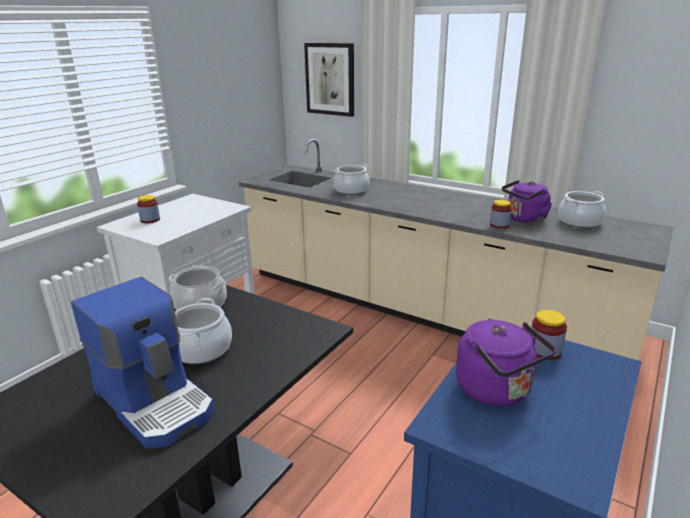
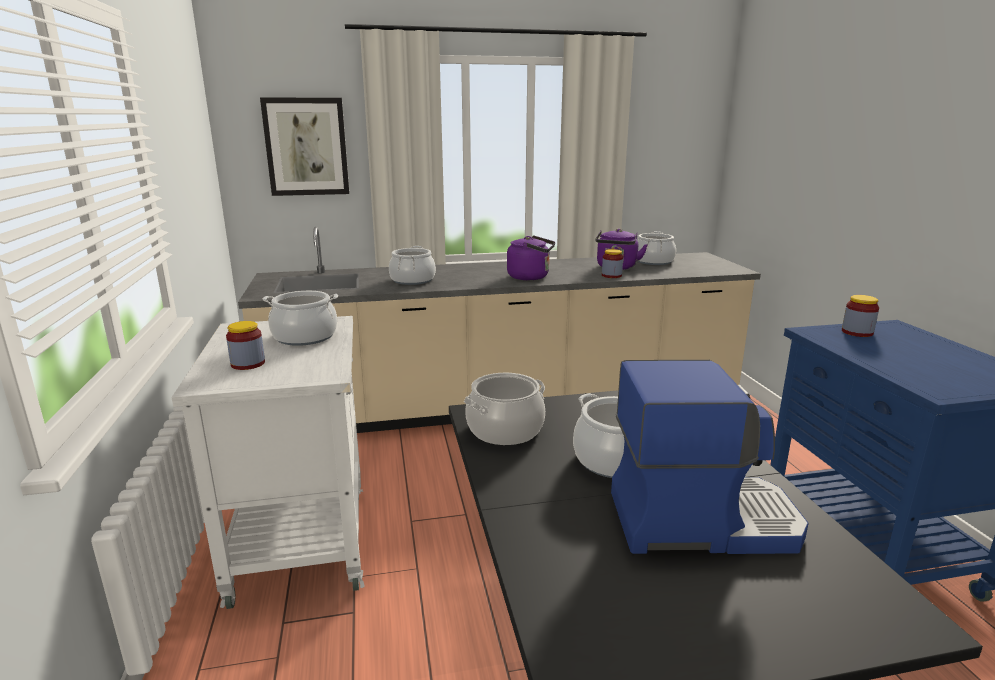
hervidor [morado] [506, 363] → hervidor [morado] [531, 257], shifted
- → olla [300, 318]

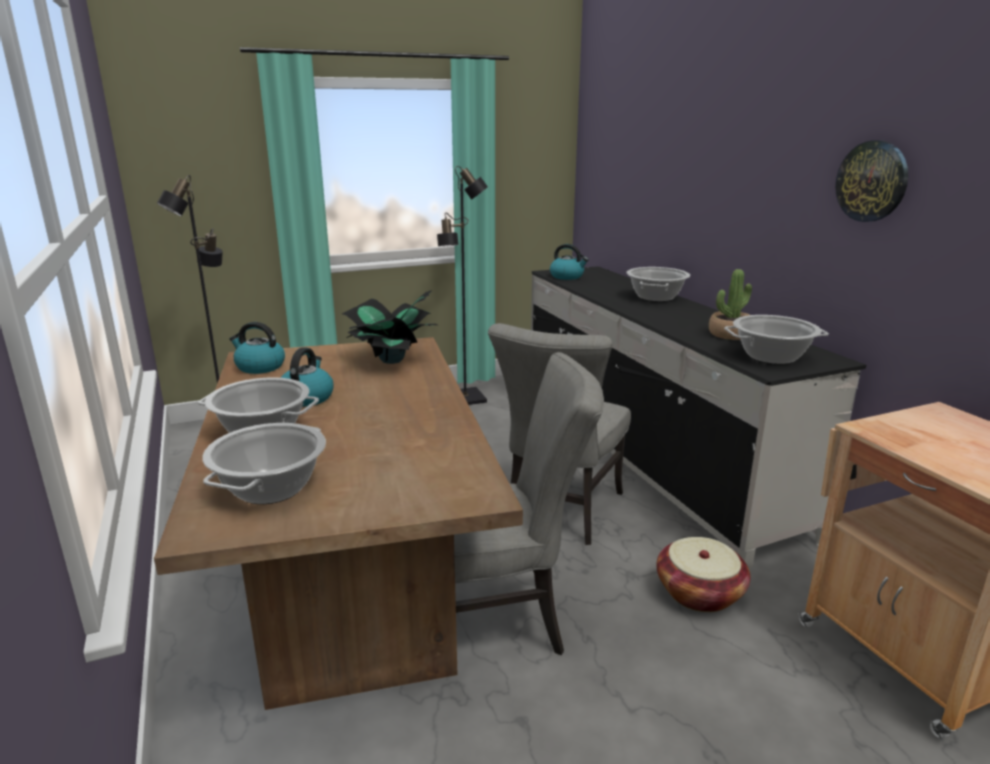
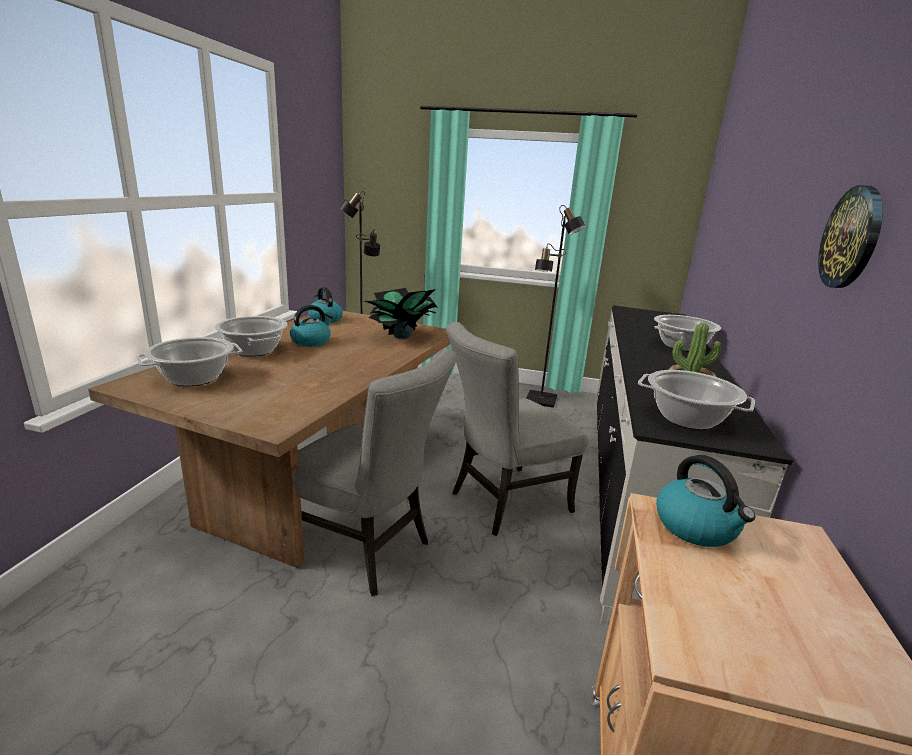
hervidor [569, 262] → hervidor [705, 501], shifted
cesta [703, 574] → -

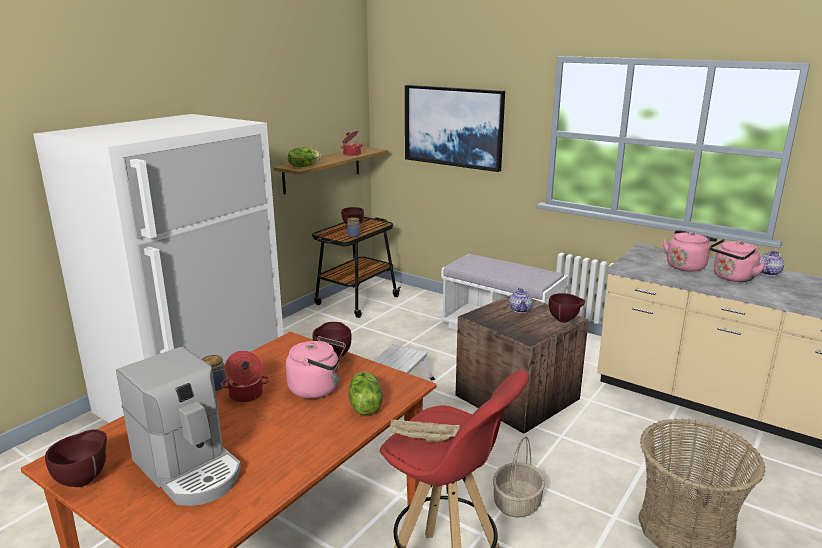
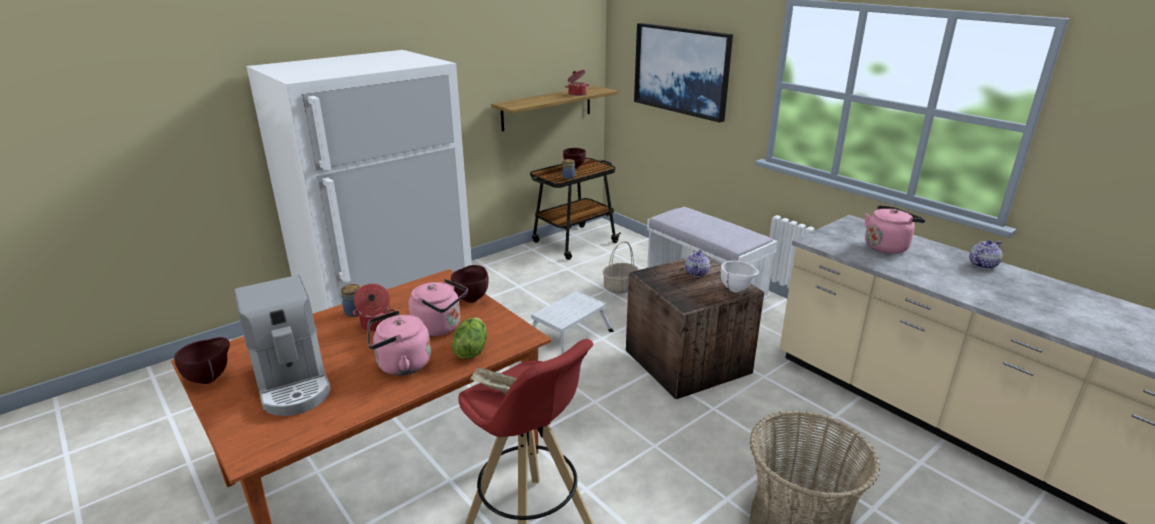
lechuga [304, 157] → -
hervidor [rosa] [738, 260] → hervidor [rosa] [399, 343], shifted
cuenco [marrón] [567, 308] → cuenco [blanco] [740, 276]
cesta [519, 477] → cesta [620, 267], shifted

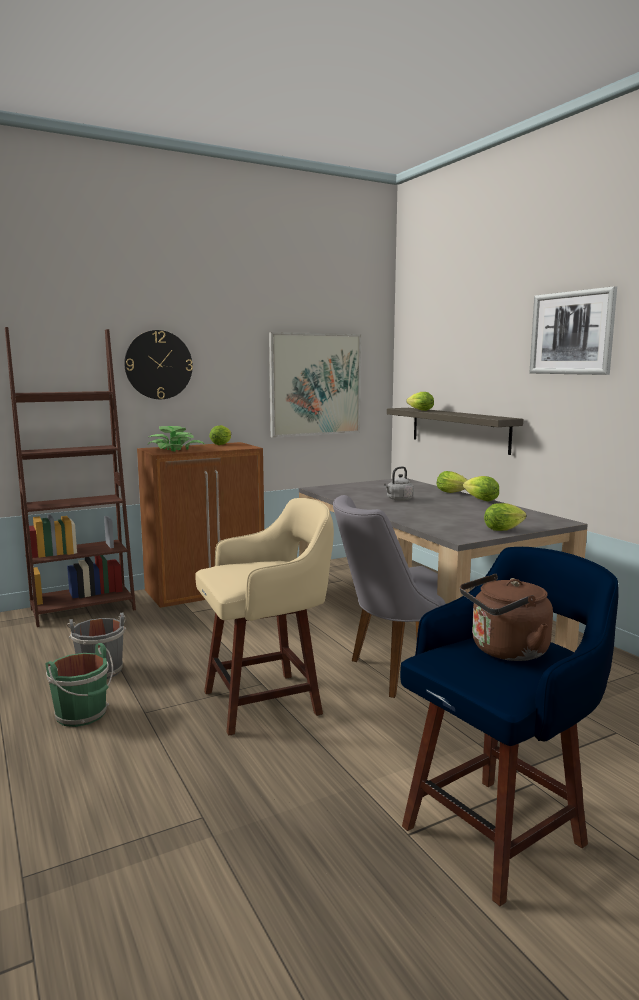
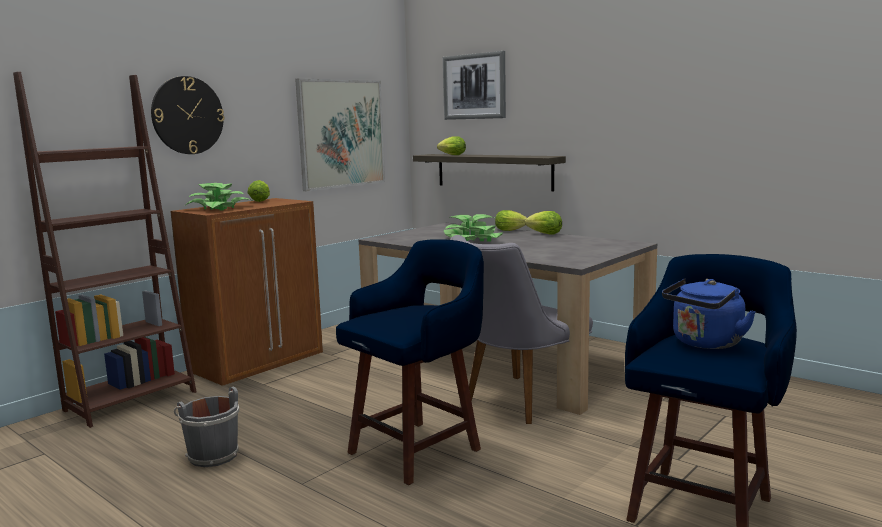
cuadro [573, 330] → cuadro [474, 85], shifted
hervidor [gris] [399, 483] → planta en maceta [473, 228]
taburete [beis] [265, 616] → taburete [azul] [410, 362]
lechuga [505, 517] → -
hervidor [marrón] [506, 617] → hervidor [azul] [709, 314]
cubo [verde] [79, 685] → -

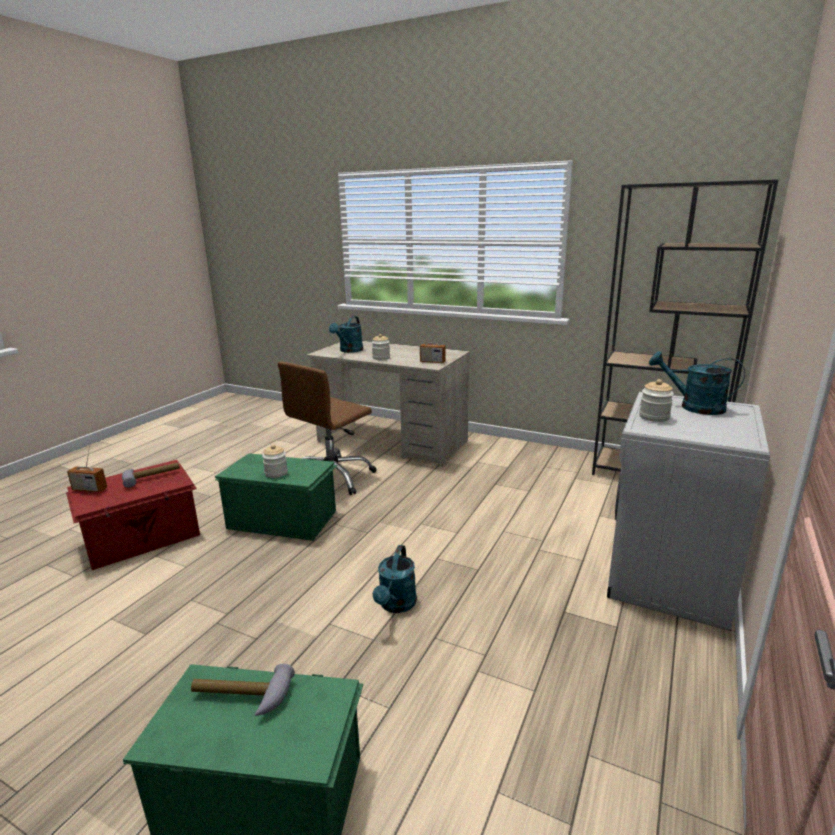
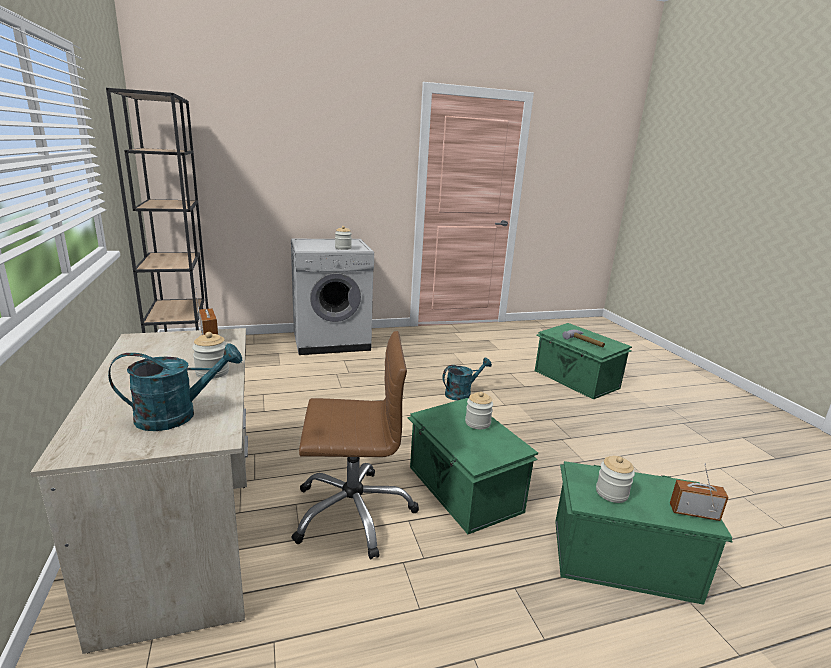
regadera [turquesa] [697, 383] → -
radio [87, 468] → radio [699, 492], 45 degrees counterclockwise
caja de almacenaje [rojo] [133, 515] → caja de almacenaje [verde] [644, 533]
martillo [151, 475] → tarro [615, 479]

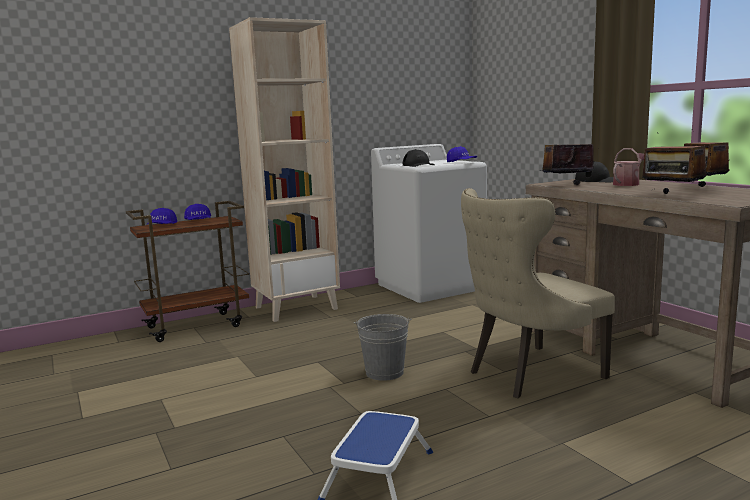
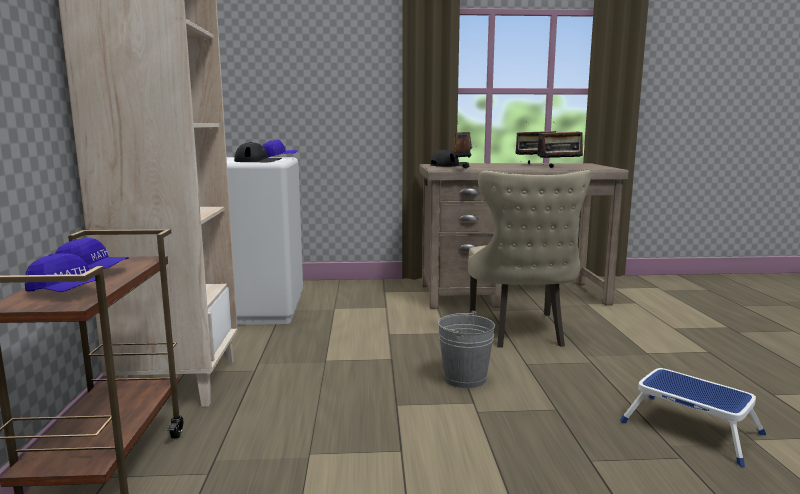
regadera [628, 167] → -

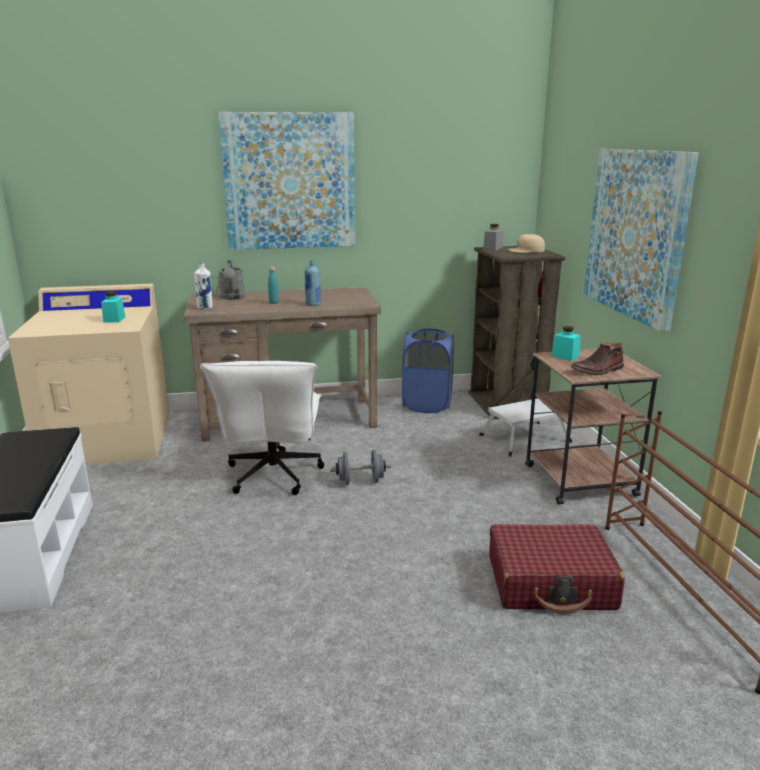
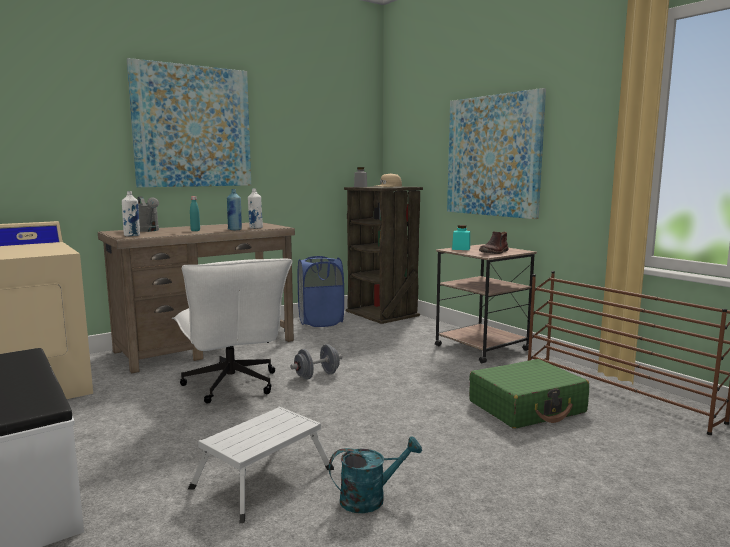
tarro [turquesa] [113, 307] → -
escalera de tijera [blanco] [526, 427] → escalera de tijera [blanco] [261, 465], shifted
maleta [rojo] [557, 569] → maleta [verde] [529, 394]
- → botella [blanco] [255, 208]
- → regadera [turquesa] [375, 474]

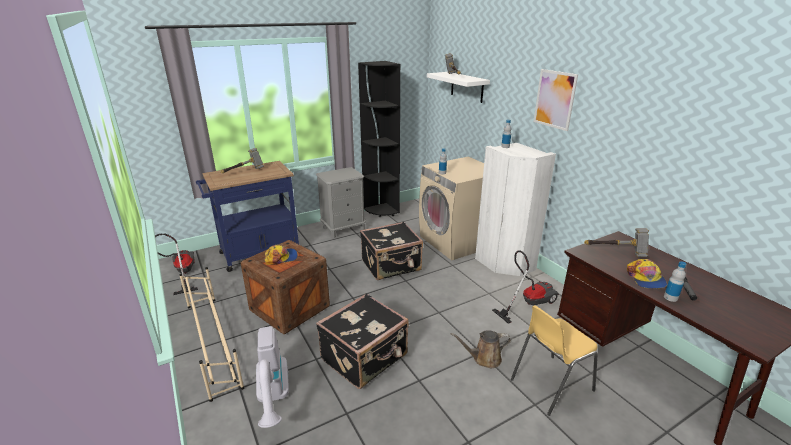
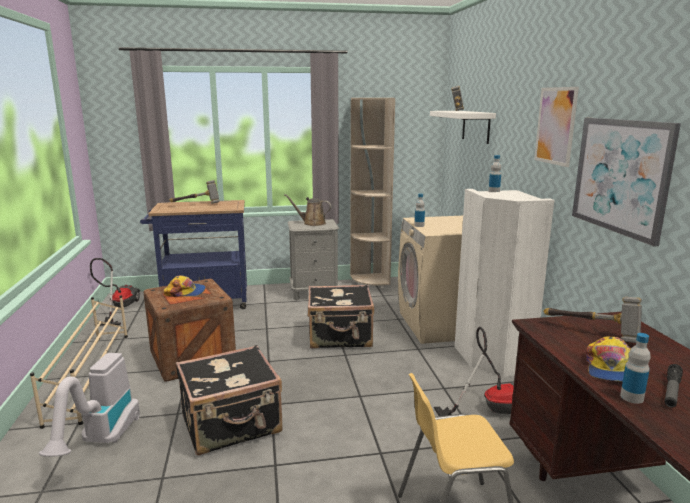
estantería [negro] [379, 139] → estantería [beis] [372, 193]
regadera [marrón] [481, 349] → regadera [marrón] [307, 210], shifted
- → cuadro [626, 182]

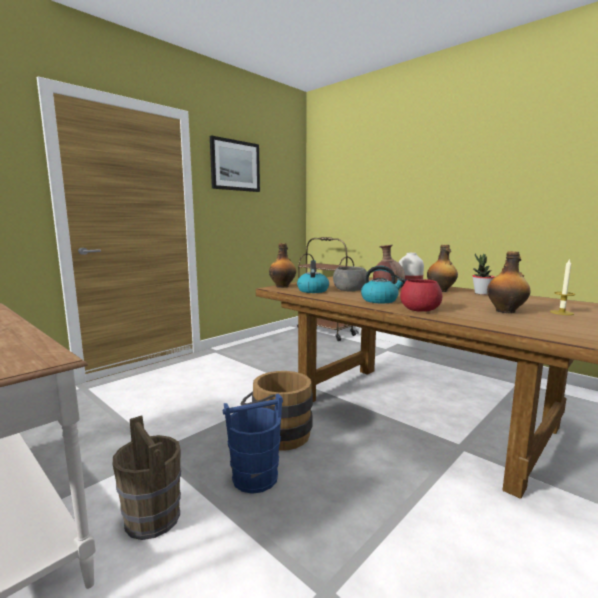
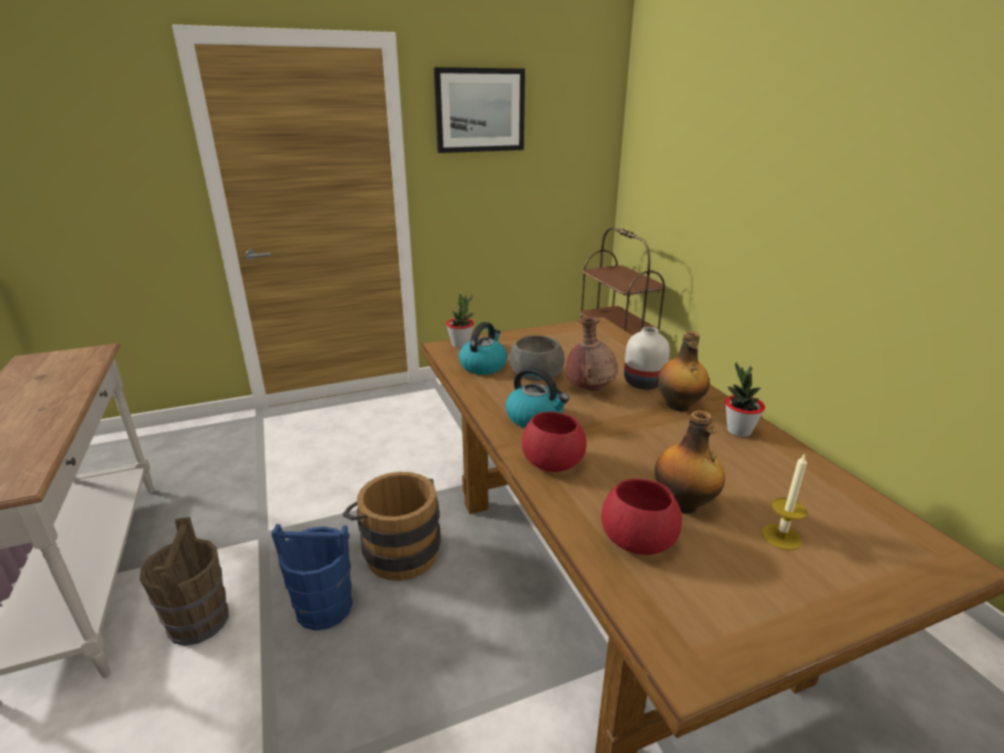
botella [282, 265] → planta en maceta [460, 321]
- → cuenco [rojo] [641, 517]

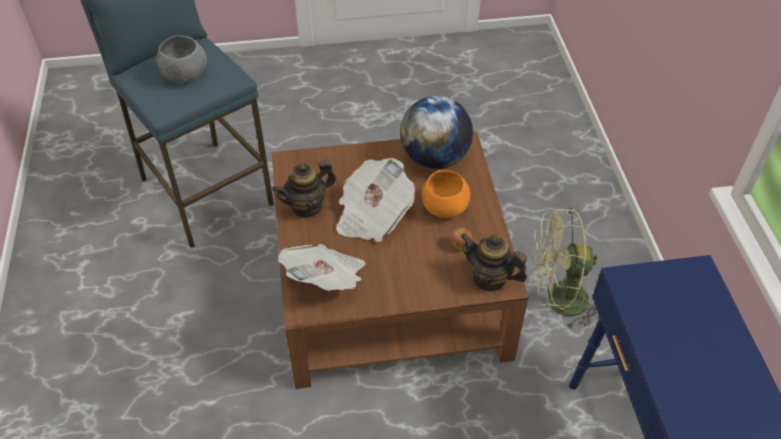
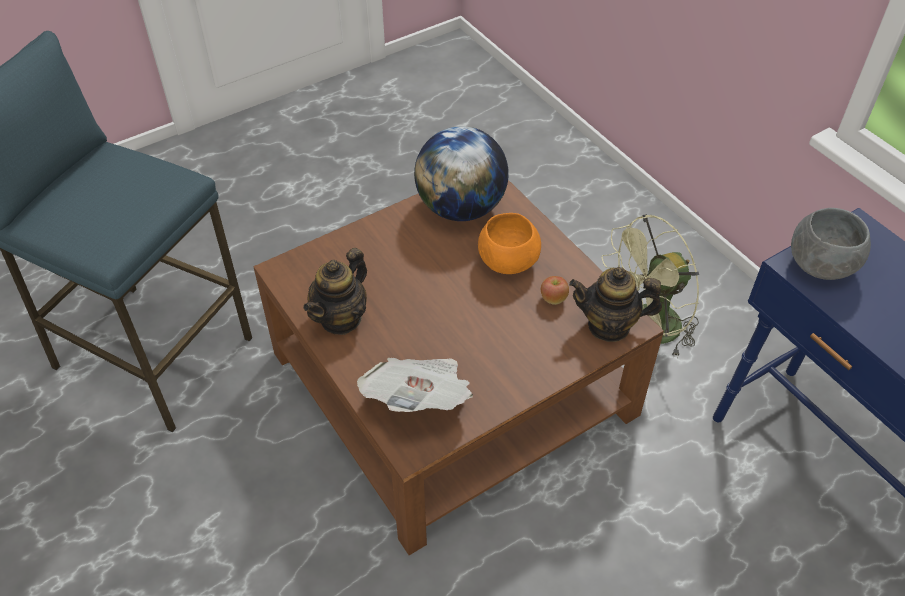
cuenco [gris] [181, 59] → cuenco [gris] [831, 244], shifted
periódico [375, 200] → -

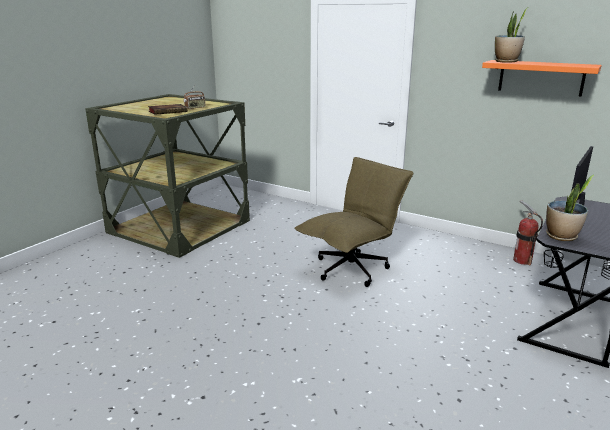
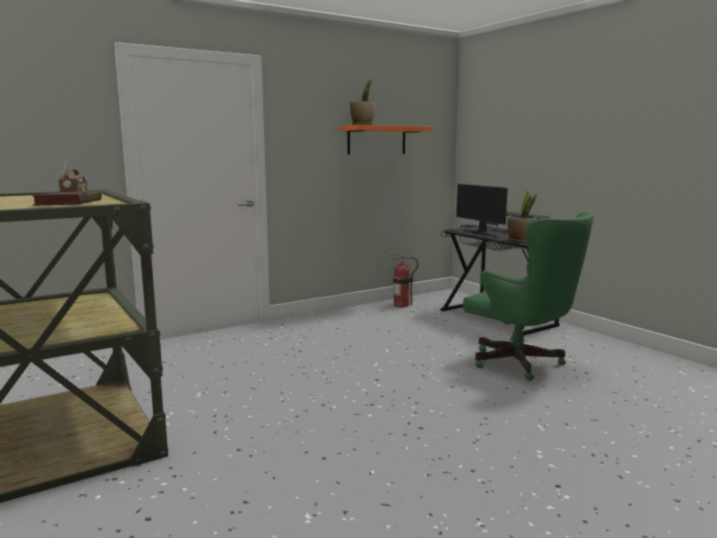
silla de oficina [beis] [354, 222] → -
- → silla de oficina [verde] [528, 296]

